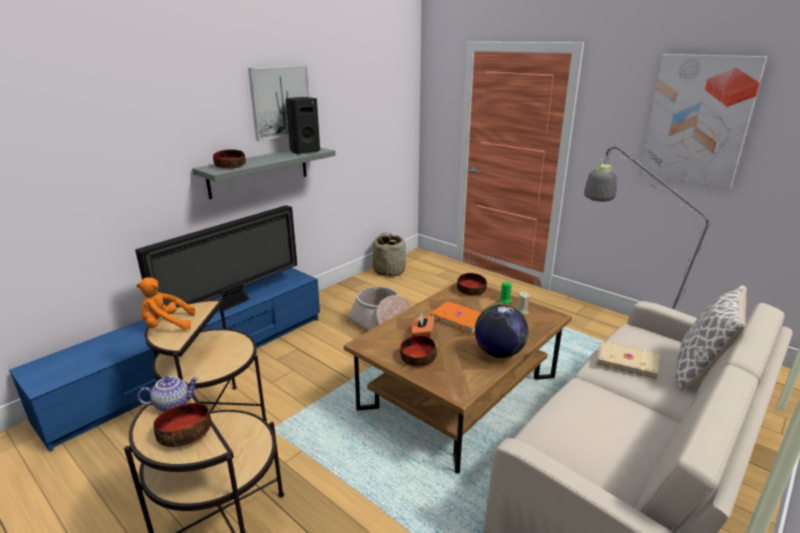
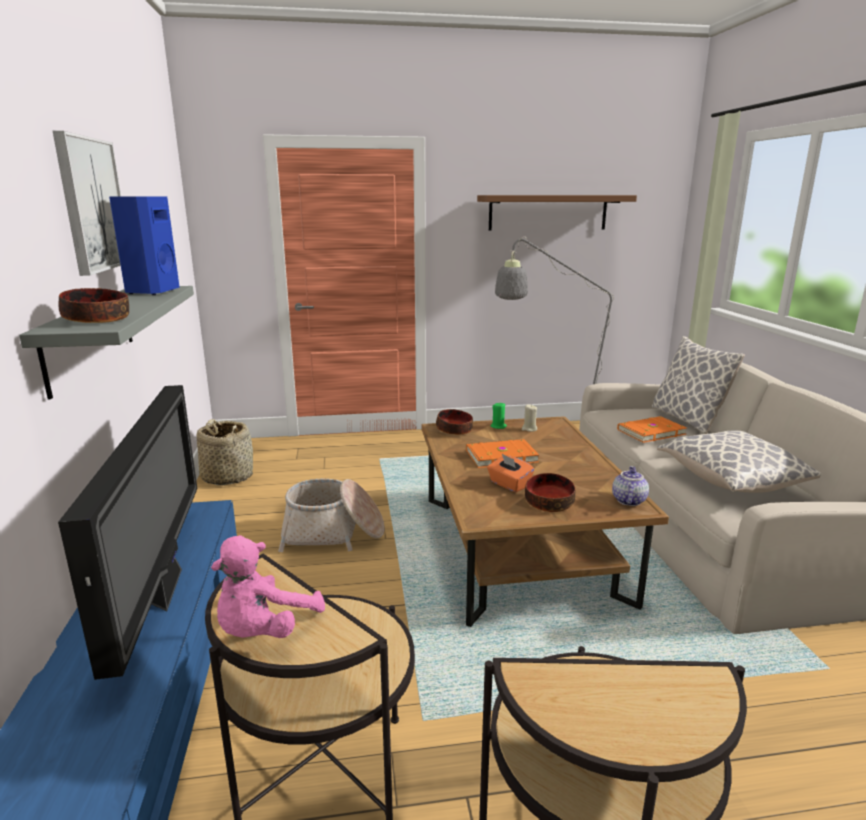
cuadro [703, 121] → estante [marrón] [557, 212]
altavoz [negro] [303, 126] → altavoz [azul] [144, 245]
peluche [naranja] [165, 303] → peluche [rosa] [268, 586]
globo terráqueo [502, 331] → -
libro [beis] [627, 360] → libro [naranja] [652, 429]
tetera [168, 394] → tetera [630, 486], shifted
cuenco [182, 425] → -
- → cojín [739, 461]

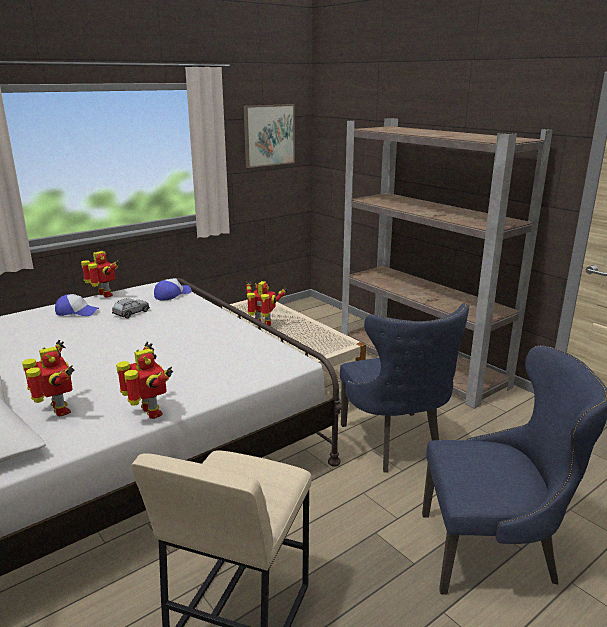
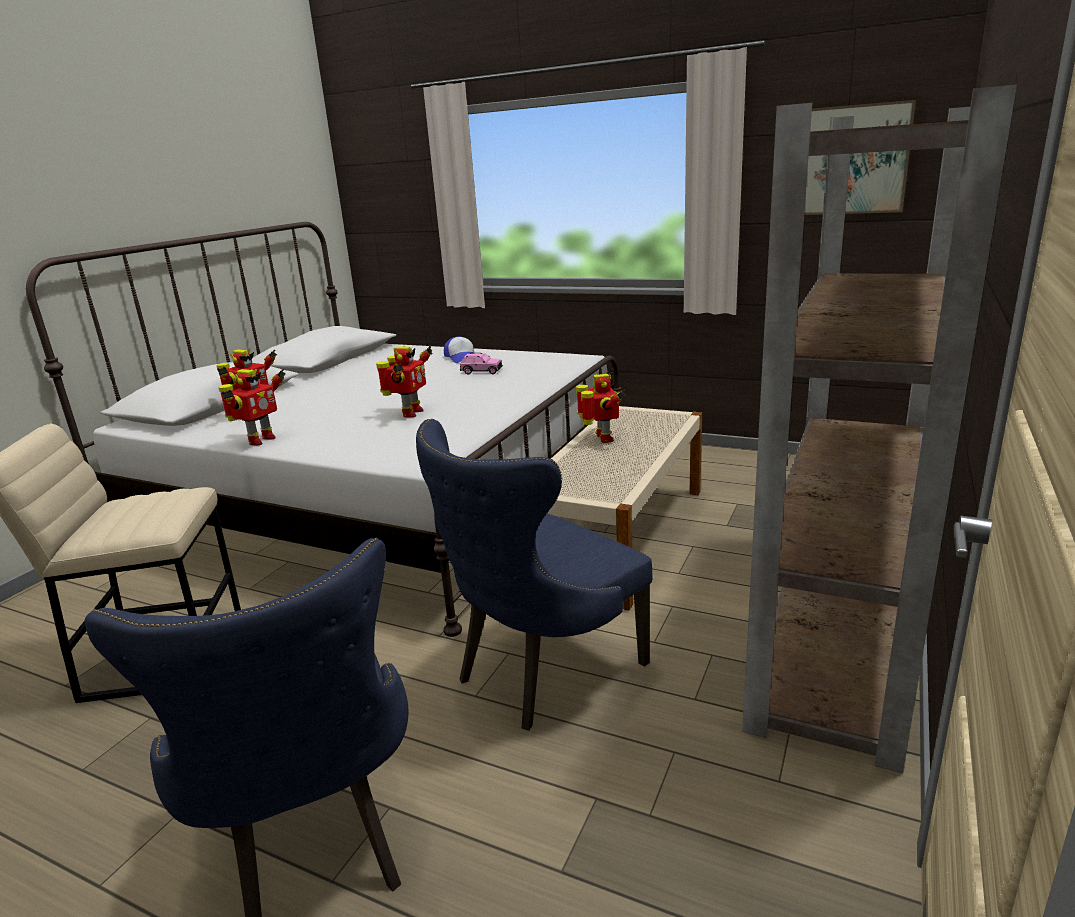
robot de juguete [100, 273] → robot de juguete [404, 381], shifted
gorra [172, 289] → -
coche de juguete [gris] [131, 308] → coche de juguete [rosa] [481, 364]

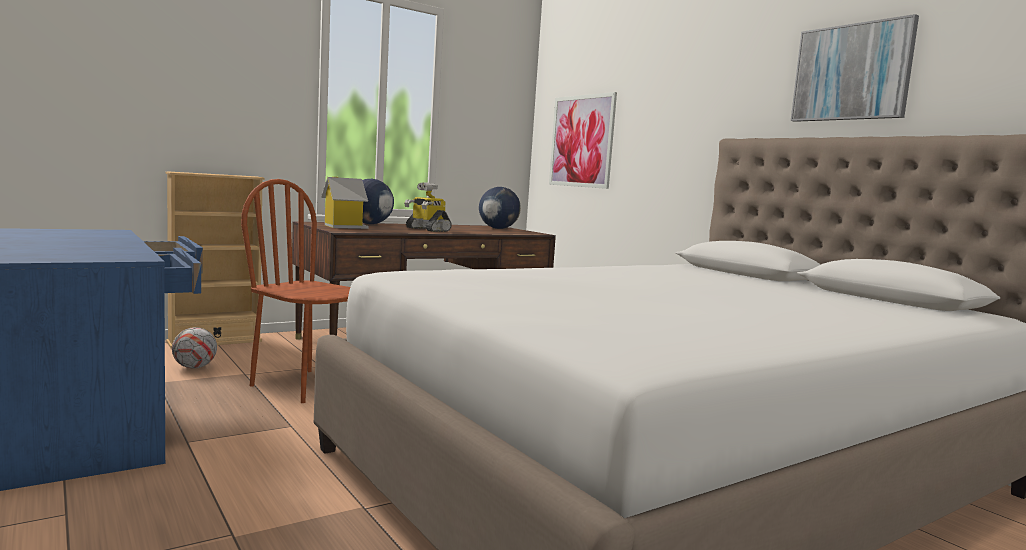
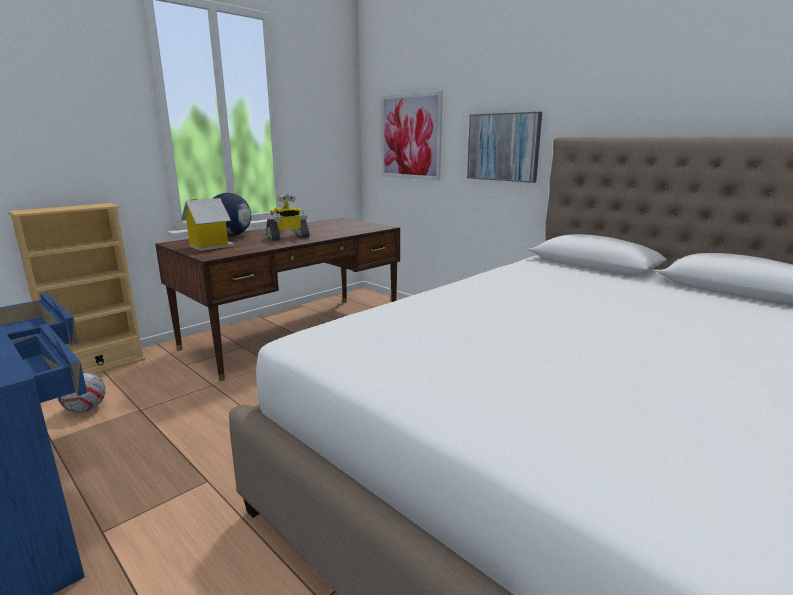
cuadro [855, 68] → cuadro [504, 147], shifted
silla [marrón] [295, 291] → -
robot de juguete [428, 207] → robot de juguete [288, 217], 60 degrees counterclockwise
globo terráqueo [500, 208] → -

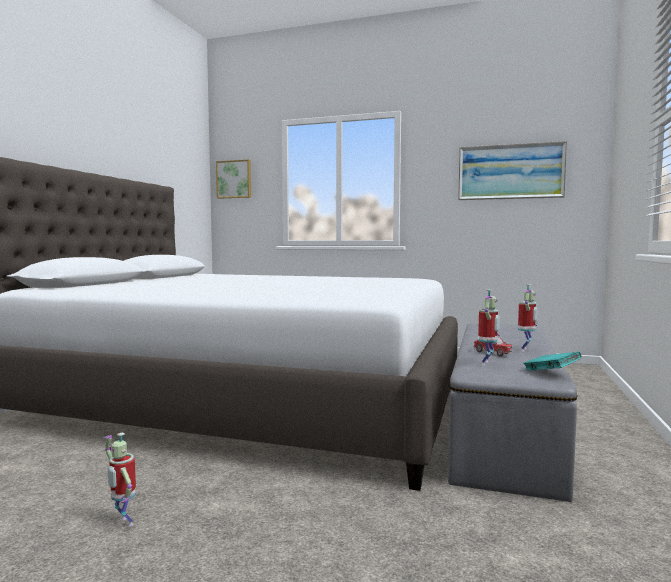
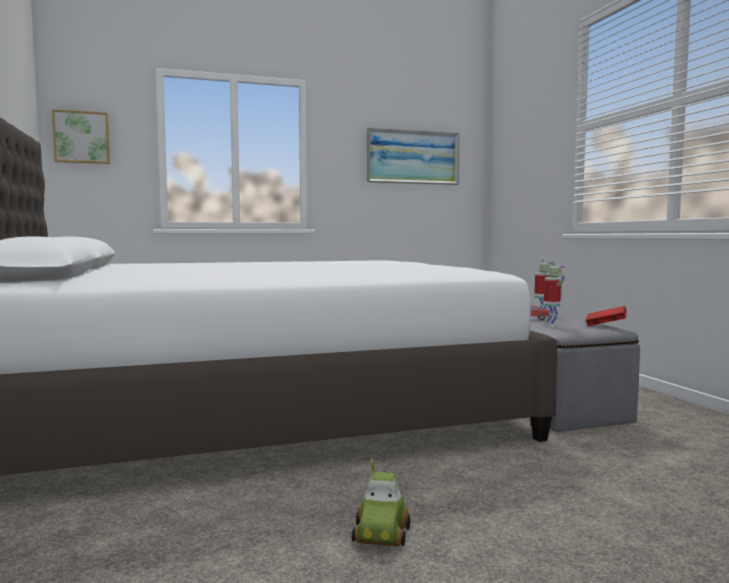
libro [turquesa] [552, 361] → libro [rojo] [606, 316]
robot de juguete [119, 479] → coche de juguete [381, 502]

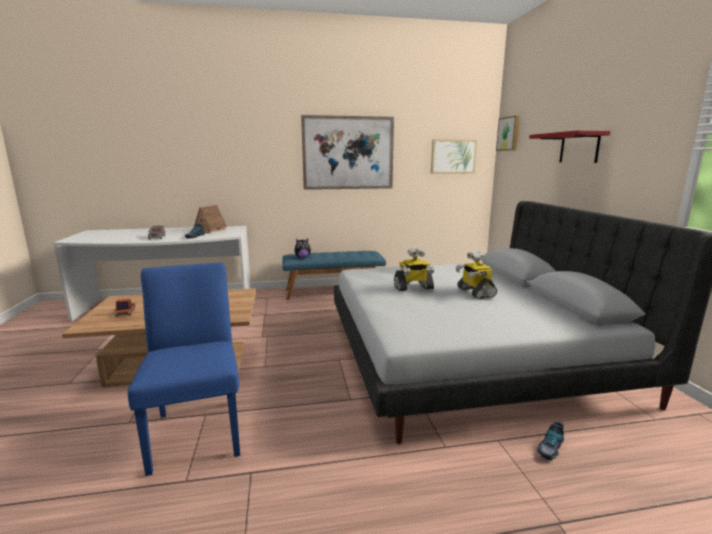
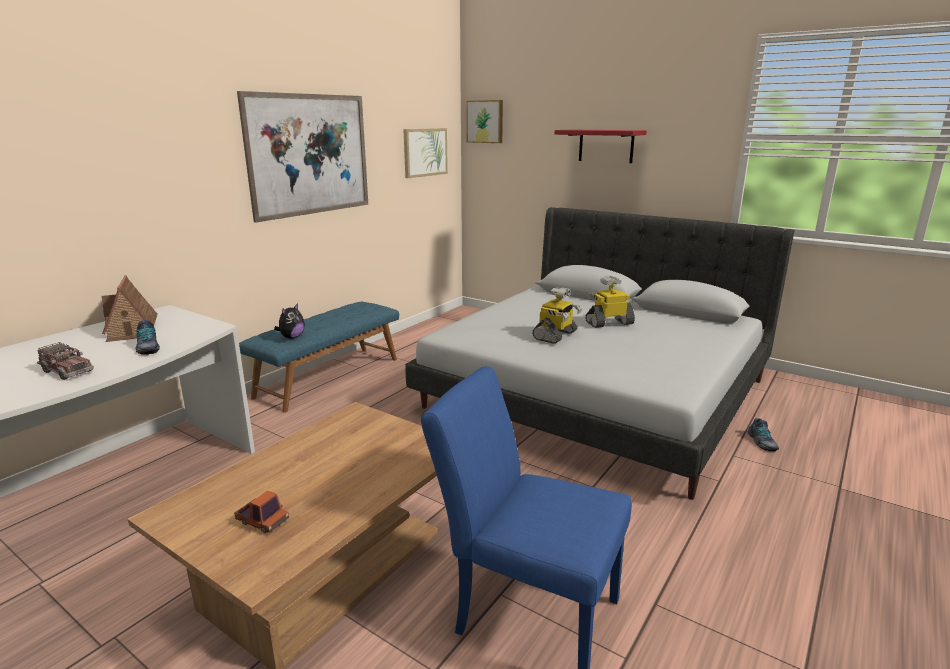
robot de juguete [476, 275] → robot de juguete [610, 301], 135 degrees clockwise

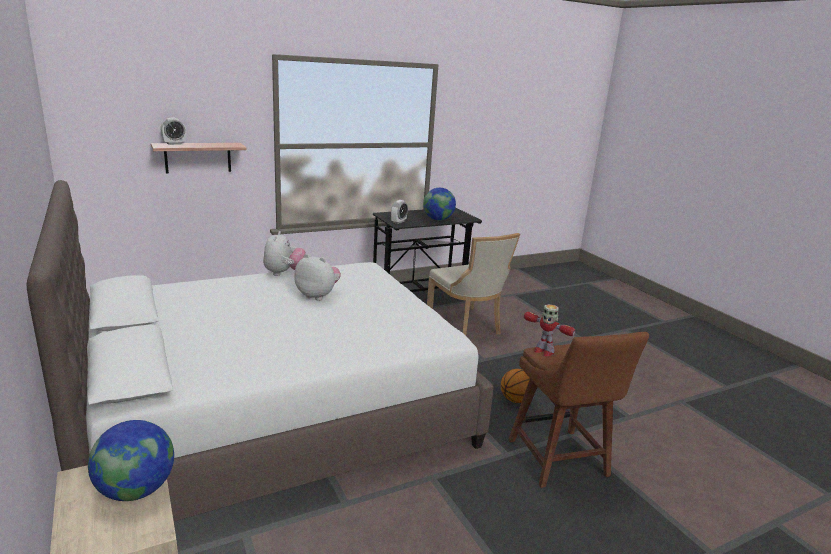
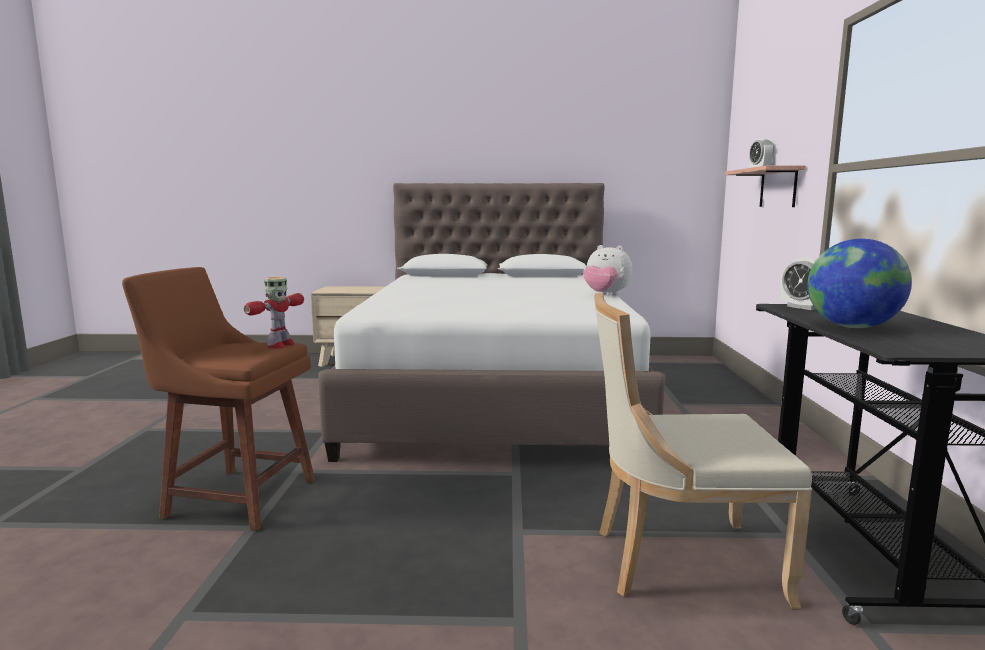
peluche [317, 277] → -
robot de juguete [549, 330] → robot de juguete [274, 312], 135 degrees clockwise
balón de baloncesto [515, 386] → -
globo terráqueo [131, 460] → -

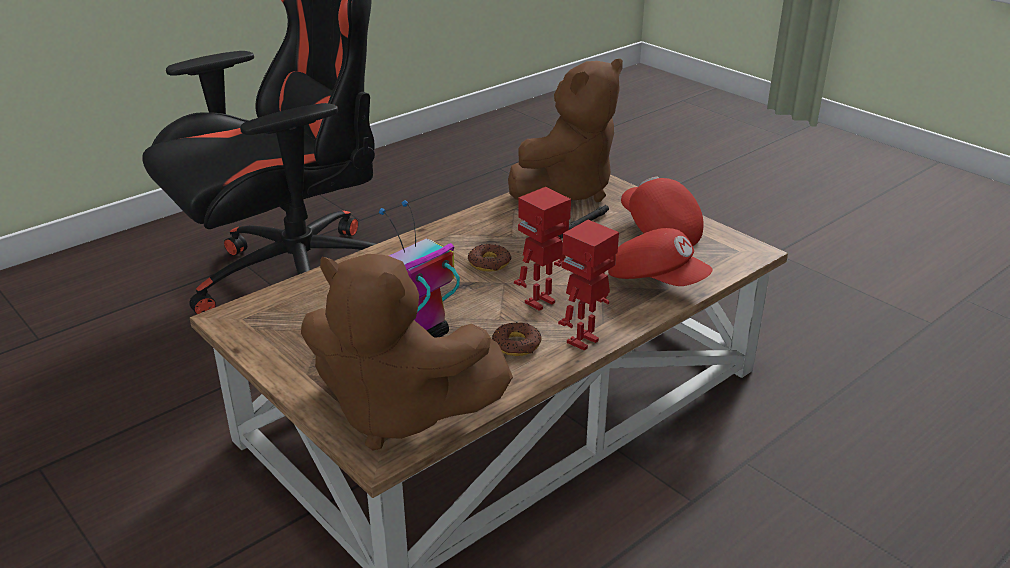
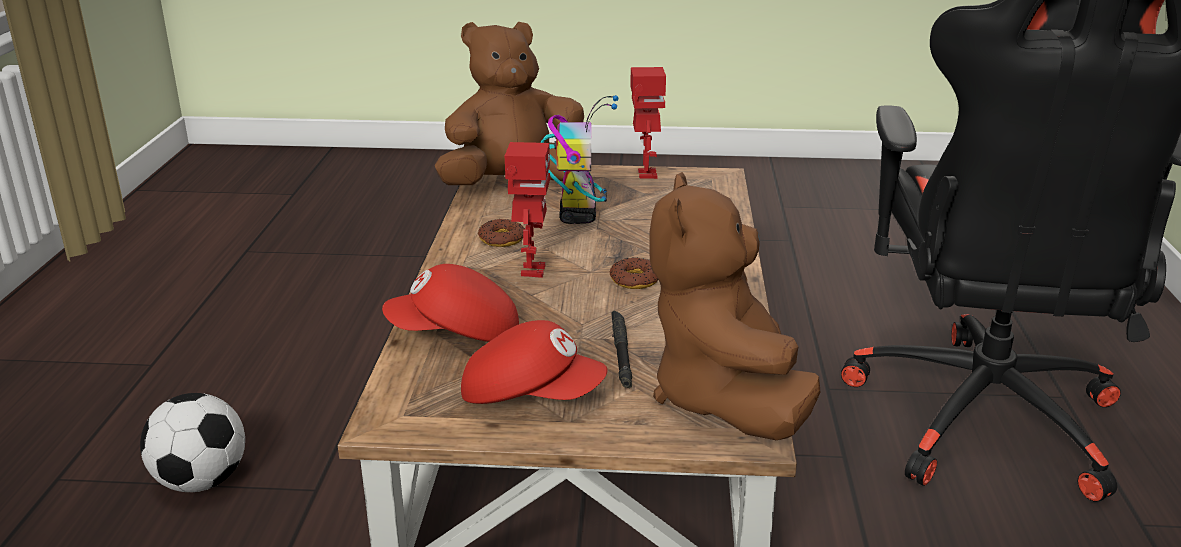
robot de juguete [588, 285] → robot de juguete [648, 123], shifted
- → balón de fútbol [192, 442]

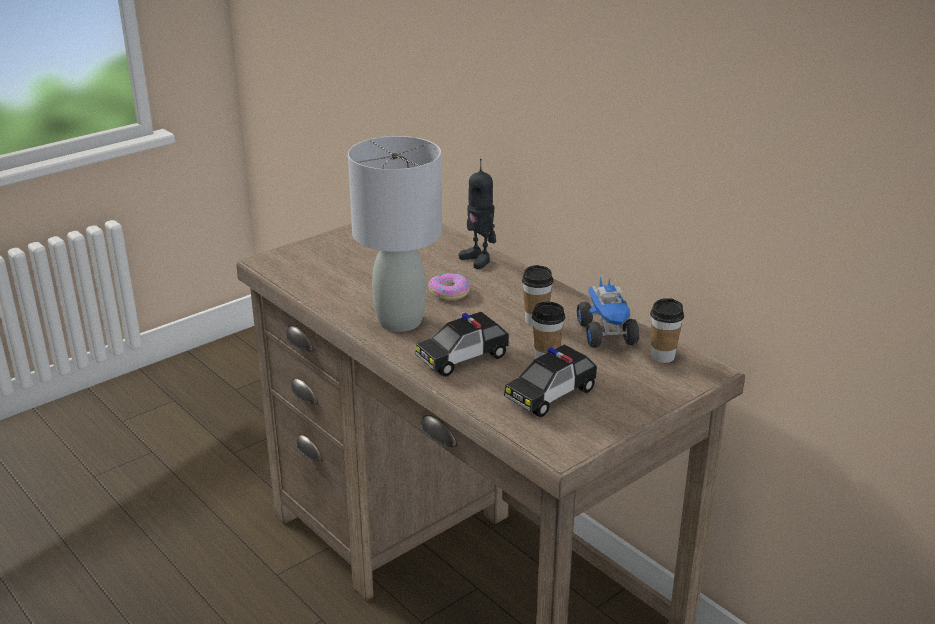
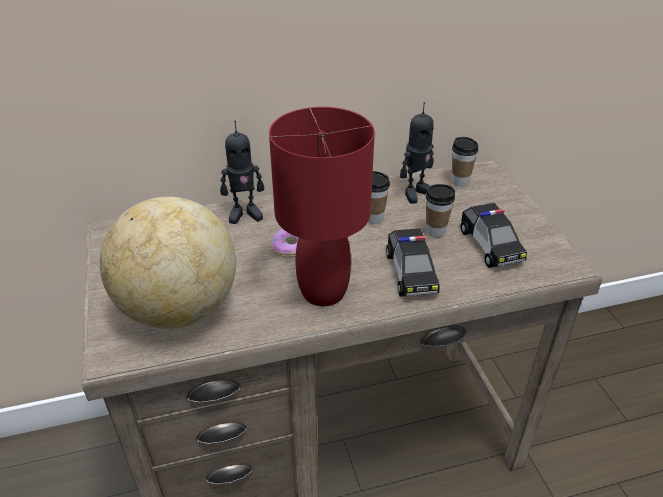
lámpara de mesa [gris] [395, 234] → lámpara de mesa [rojo] [322, 206]
camión de juguete [608, 312] → robot de juguete [417, 153]
- → globo terráqueo [168, 263]

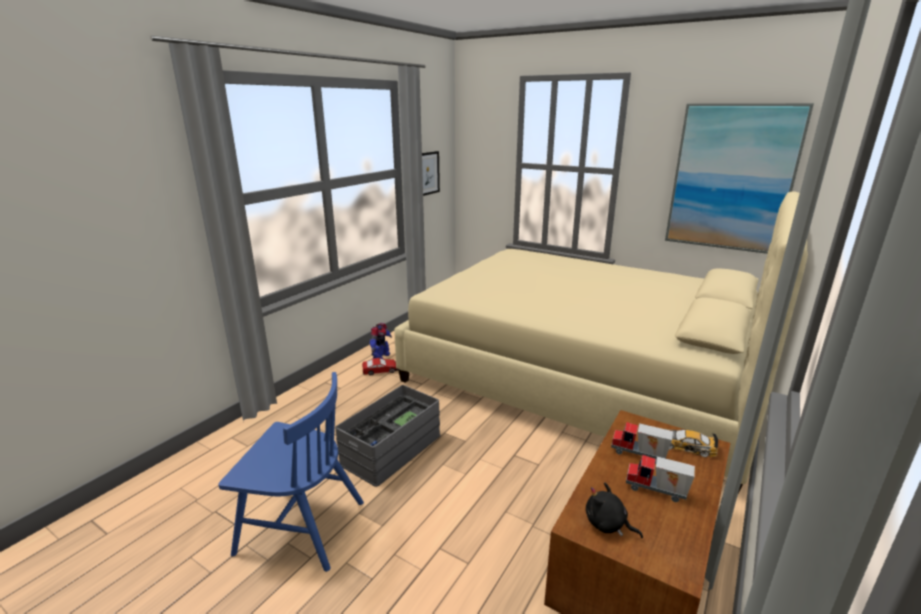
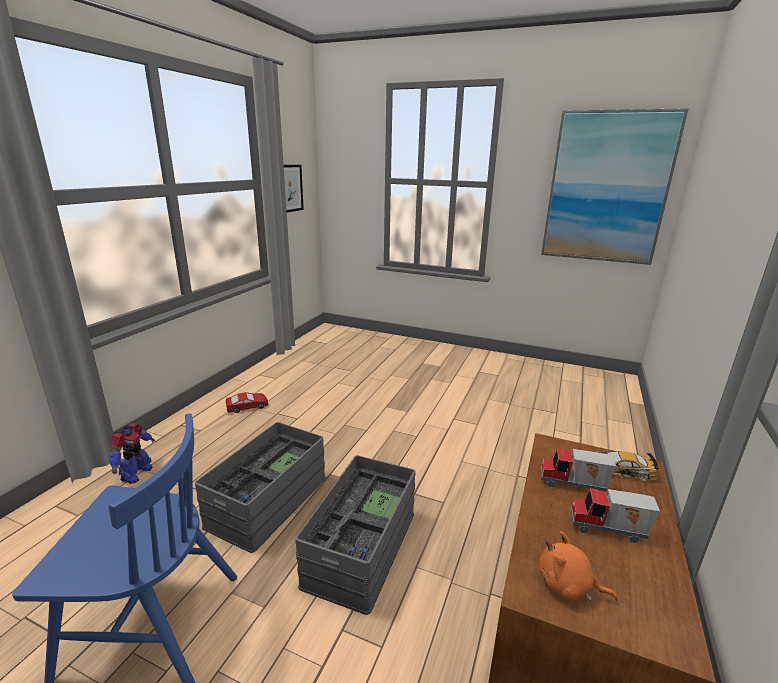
cama [beis] [601, 342] → -
robot de juguete [381, 341] → robot de juguete [132, 453], shifted
peluche [negro] [614, 510] → peluche [naranja] [578, 566]
- → caja de almacenaje [gris] [355, 535]

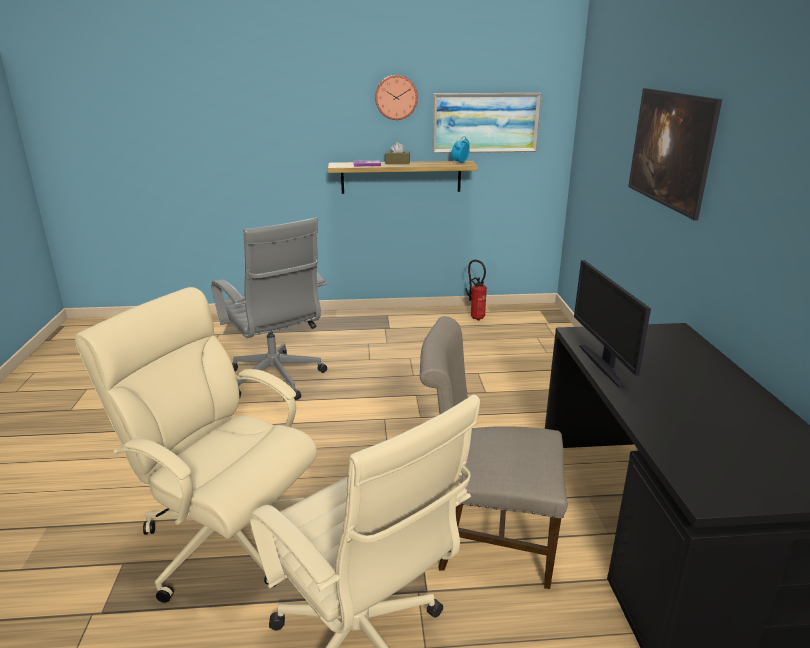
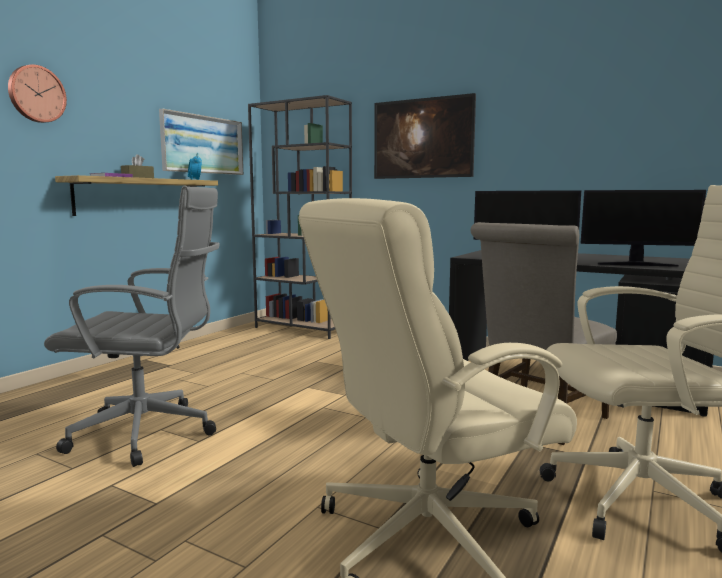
reloj de pared [396, 97] → reloj de pared [37, 93], shifted
extintor [476, 290] → -
- → estantería [300, 217]
- → monitor [643, 228]

